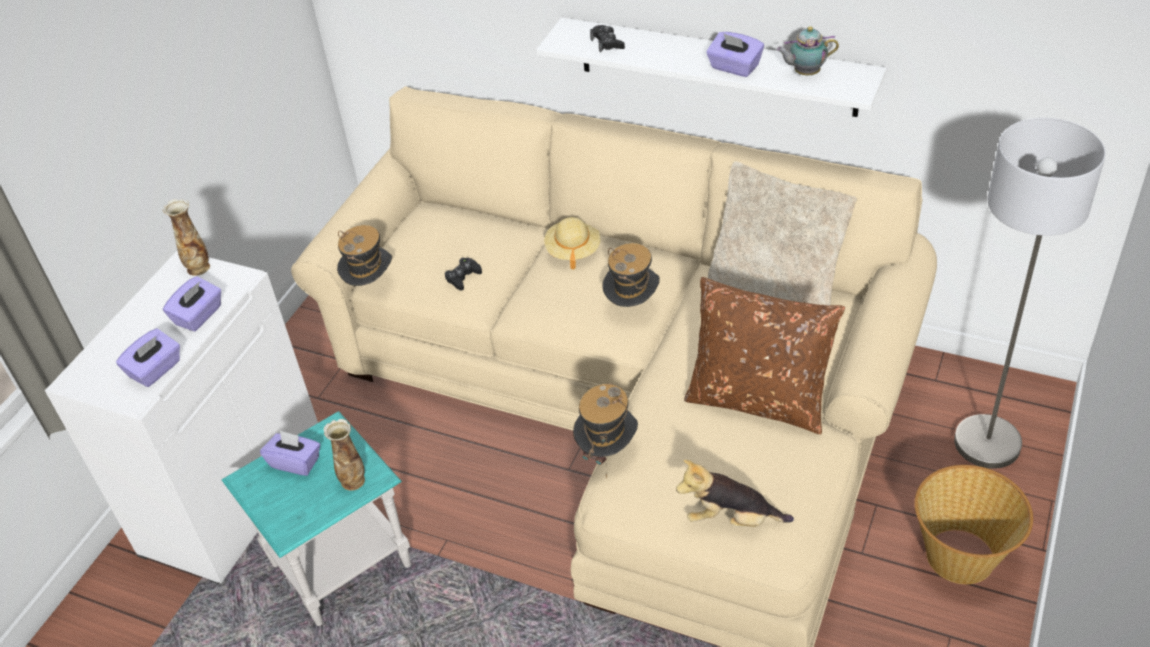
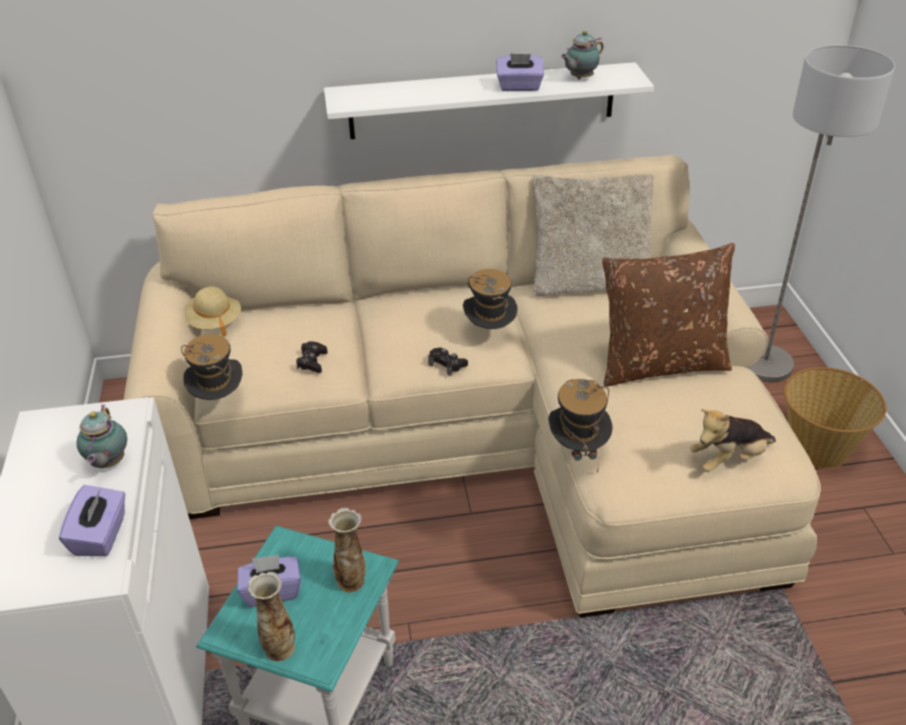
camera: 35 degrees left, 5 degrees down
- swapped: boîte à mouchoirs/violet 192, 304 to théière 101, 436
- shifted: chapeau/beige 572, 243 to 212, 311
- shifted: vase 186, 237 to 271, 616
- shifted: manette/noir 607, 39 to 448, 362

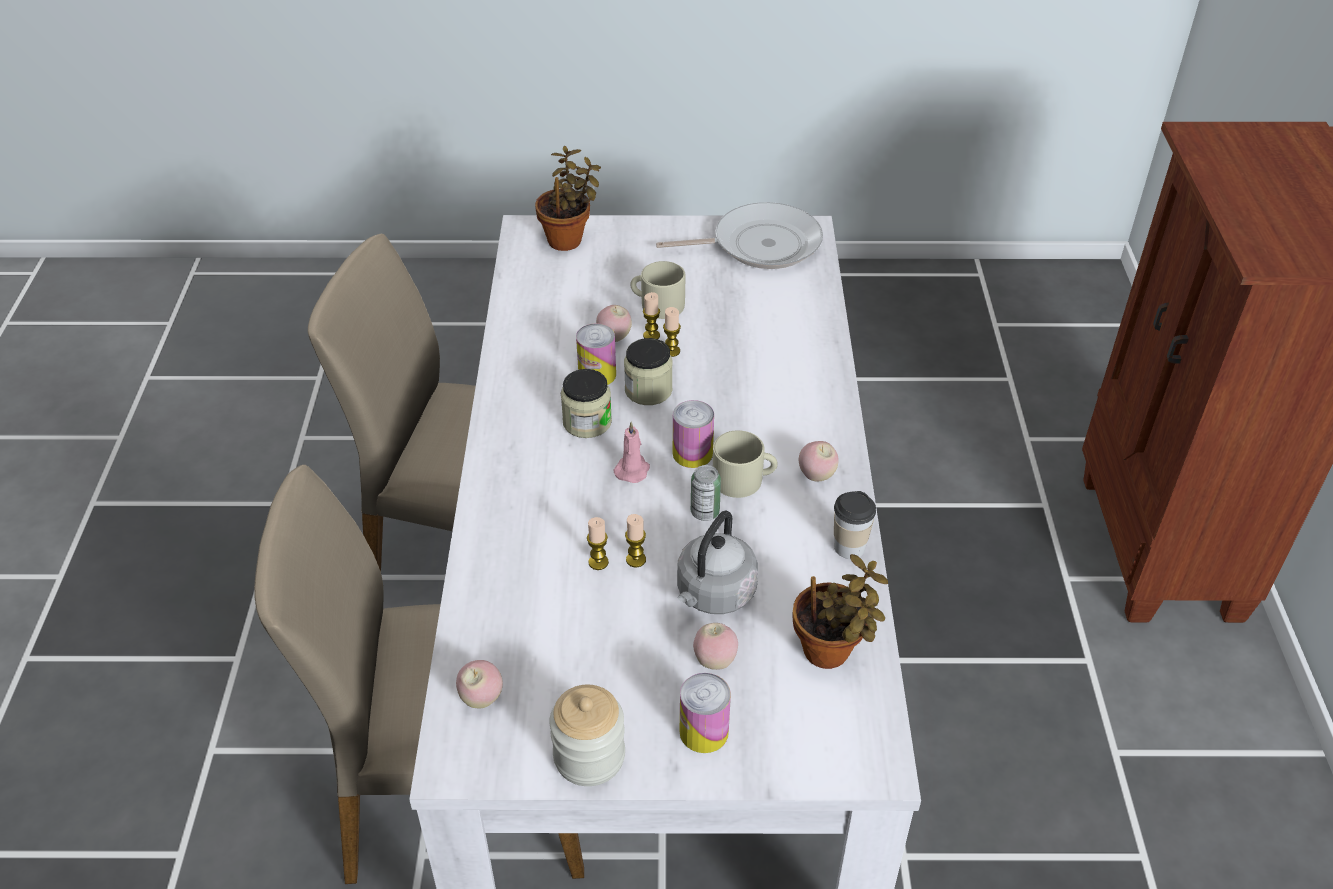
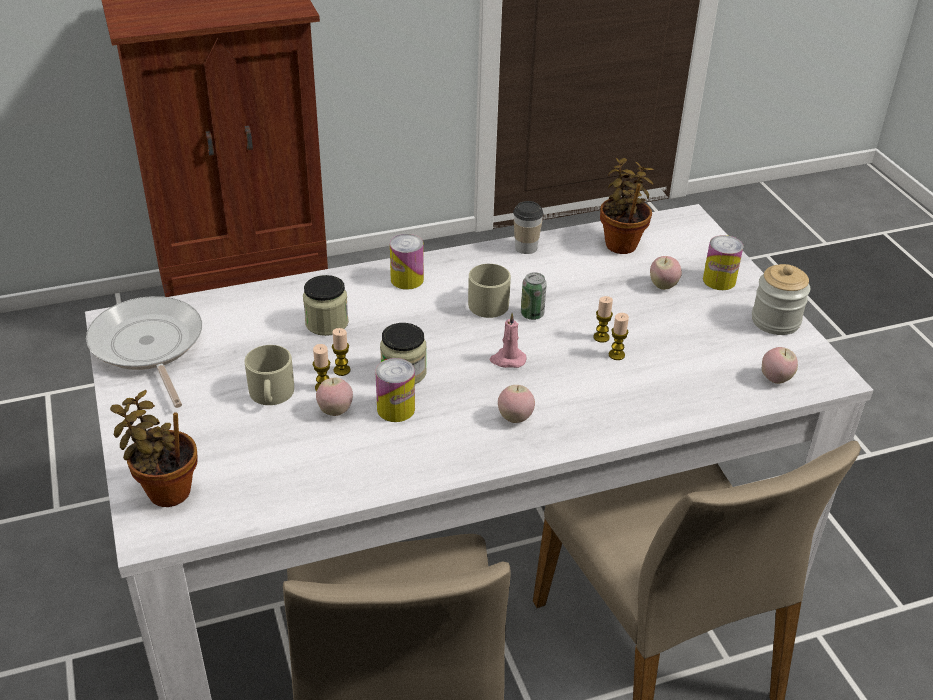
camera: 110 degrees left, 5 degrees down
- shifted: bocal 586, 403 to 326, 305
- shifted: boîte métallique 693, 434 to 407, 262
- shifted: pomme 819, 461 to 516, 404
- gone: bouilloire/gris 717, 562

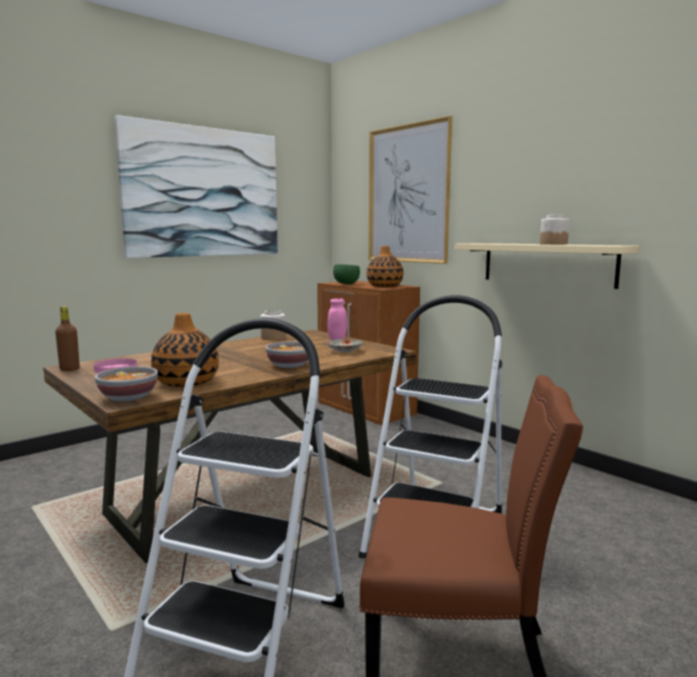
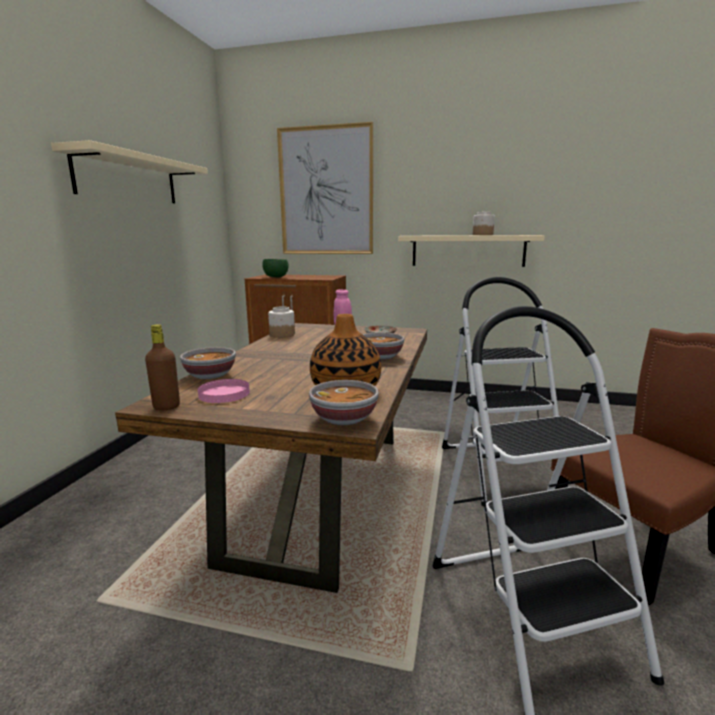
camera: 35 degrees left, 5 degrees up
- swapped: tableau 196, 186 to étagère/beige 129, 171
- new: bol 208, 363
- gone: vase 385, 266

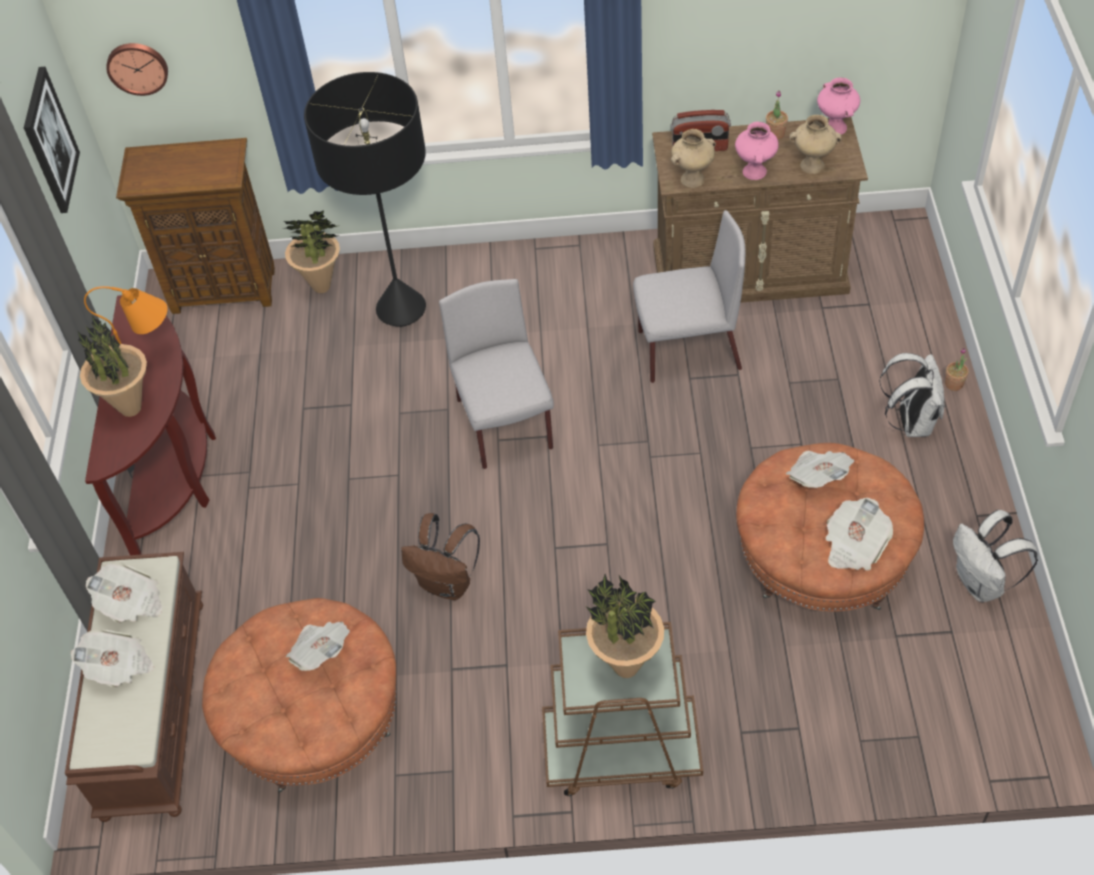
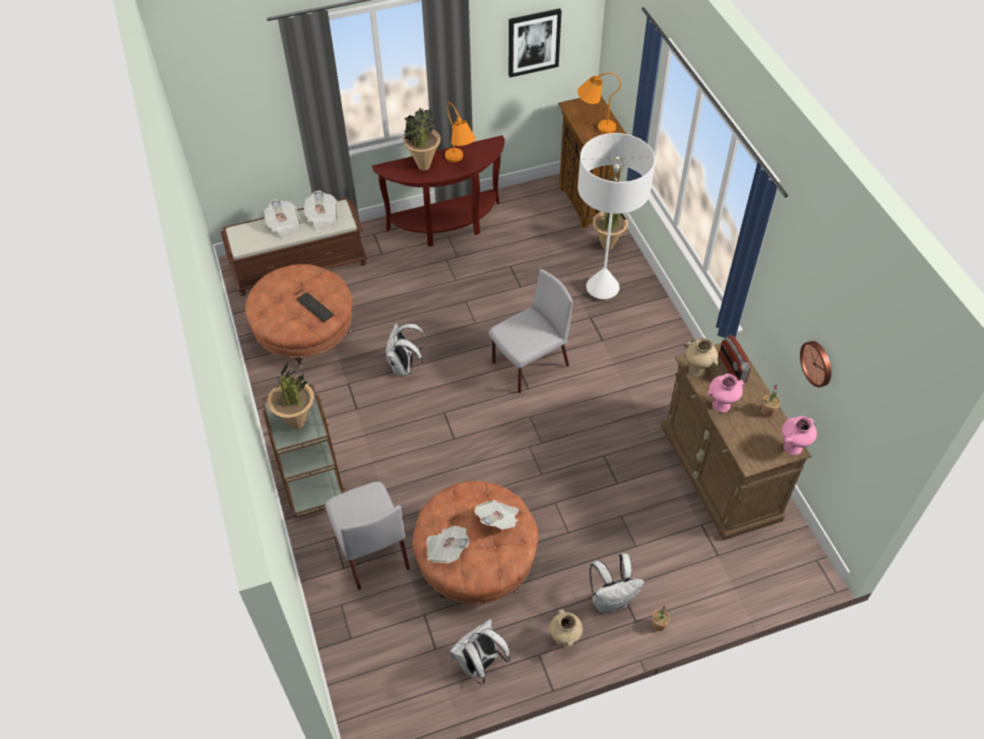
camera: 70 degrees right, 0 degrees up
- swapped: journal 318, 646 to clavier 314, 303
- shifted: chaise/gris 689, 296 to 367, 535
- repainted: sac à dos/marron 440, 556 to sac à dos/blanc 406, 349
- shifted: vase/beige 815, 144 to 566, 629
- new: lampe de table/orange 599, 103
- repainted: lampadaire/noir 365, 199 to lampadaire/blanc 616, 216
- shifted: horloge murale 137, 69 to 815, 364

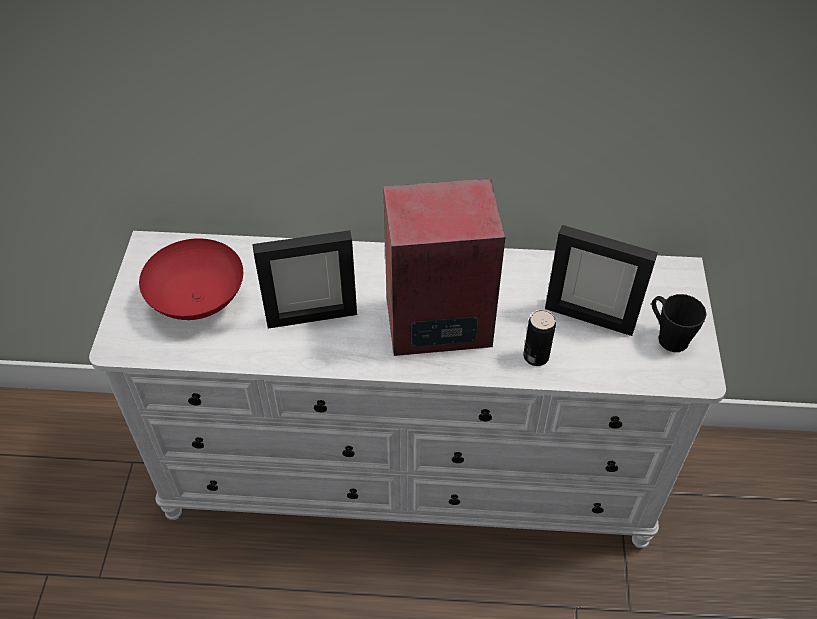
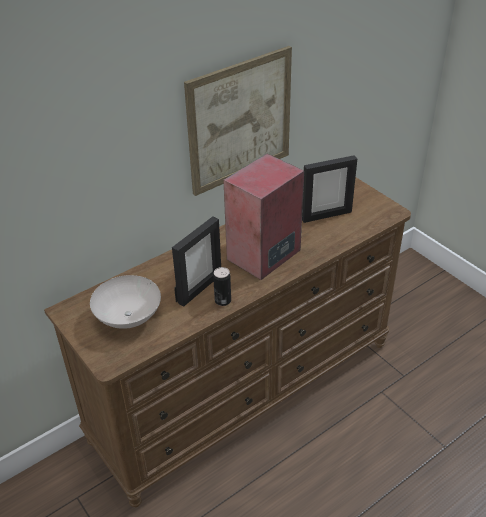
camera: 40 degrees left, 10 degrees down
- repainted: commode/blanc 407, 389 to commode/marron 227, 342
- repainted: bol/rouge 191, 279 to bol/blanc 125, 302
- new: tableau 238, 121
- shifted: boîte métallique 539, 338 to 222, 286
- gone: mug/noir 679, 323

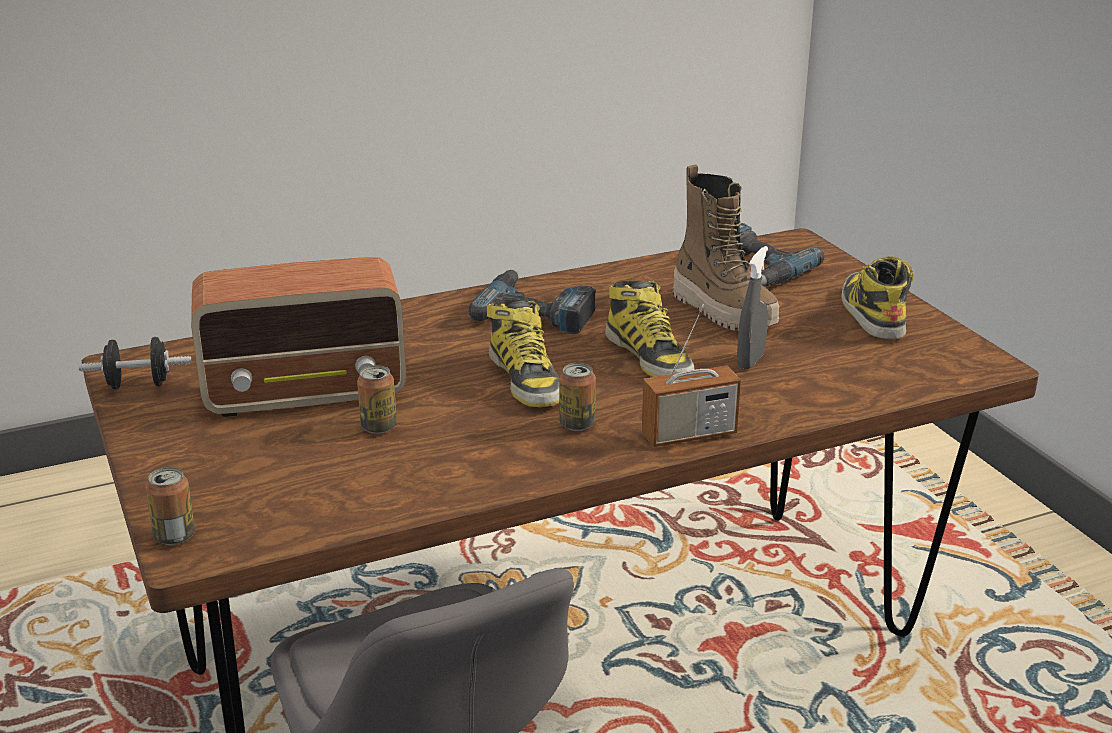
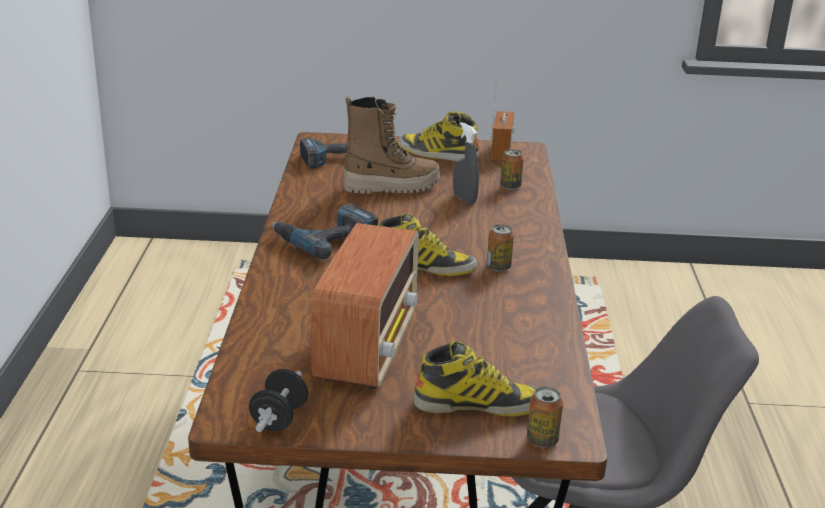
camera: 65 degrees left, 0 degrees up
- shifted: botte 650, 329 to 476, 379
- shifted: radio 691, 375 to 503, 120
- shifted: boîte métallique 377, 399 to 512, 169

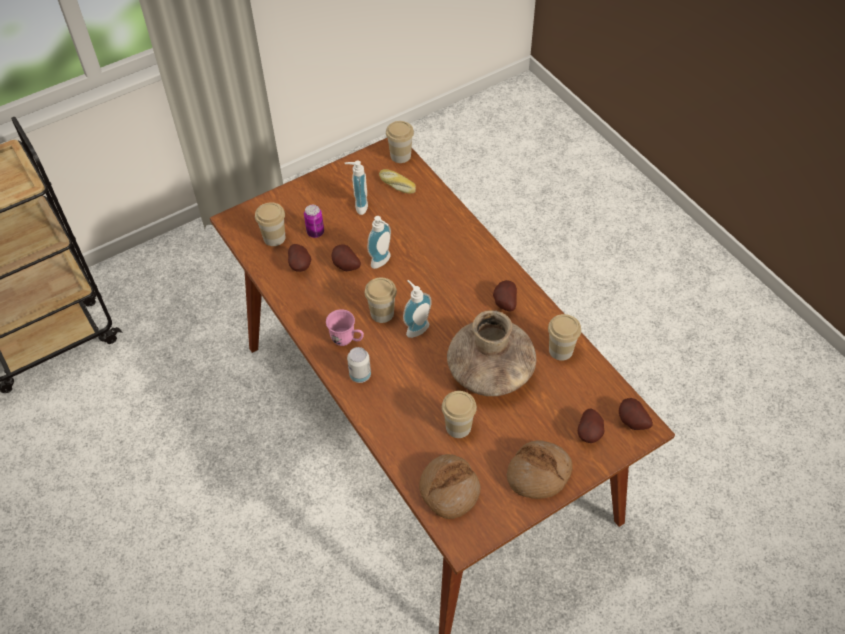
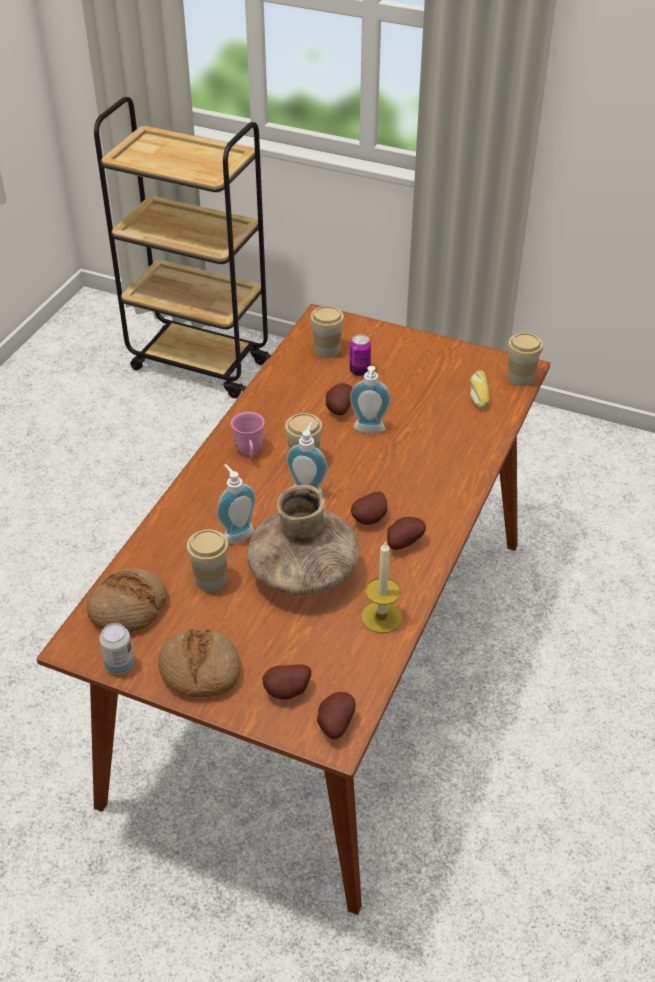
camera: 55 degrees right, 10 degrees down
- shifted: boîte métallique 359, 365 to 116, 648
- shifted: distributeur de savon 356, 188 to 236, 504
- shifted: pomme de terre 299, 258 to 369, 508
- swapped: tasse 564, 337 to bougie 381, 586

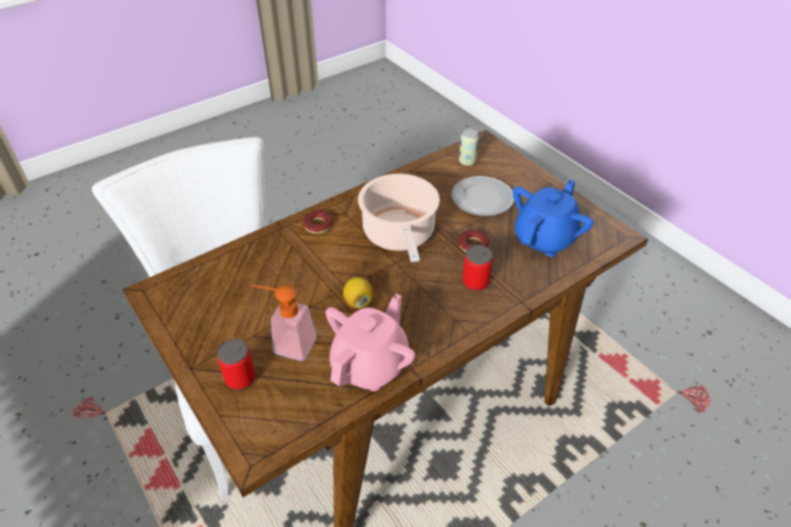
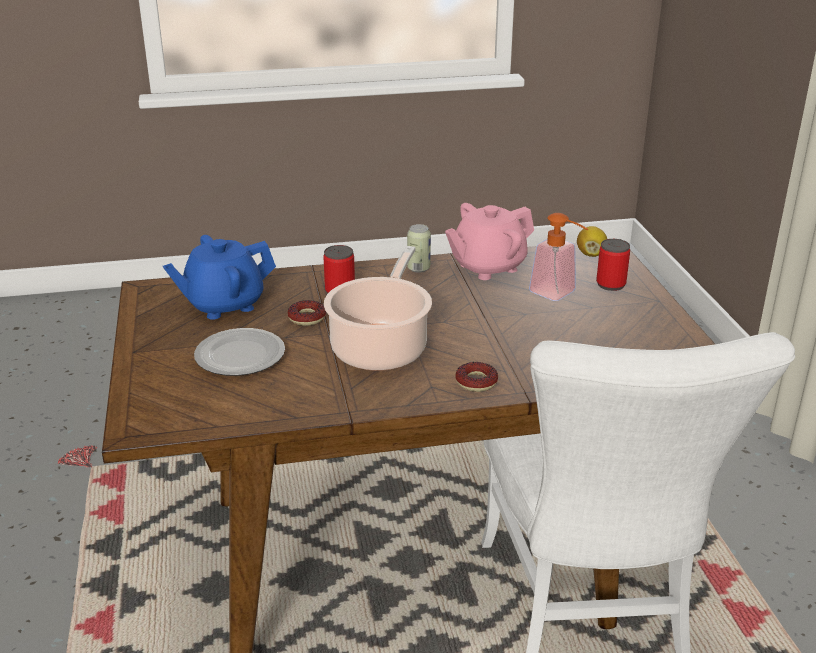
camera: 155 degrees left, 15 degrees down
- shifted: boîte métallique 469, 147 to 419, 248
- shifted: citron 358, 292 to 592, 241

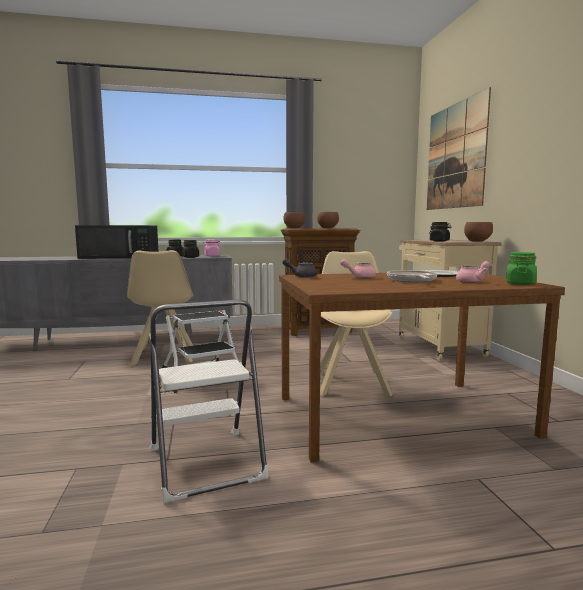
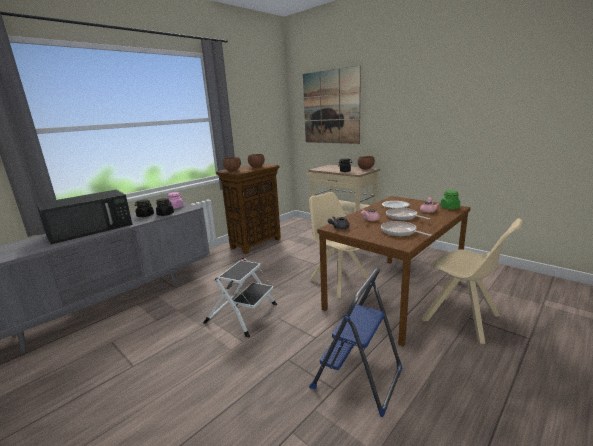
camera: 35 degrees left, 10 degrees up
- repainted: escabeau/blanc 209, 401 to escabeau/bleu 355, 342
- new: poêle 406, 228
- shifted: chaise/beige 160, 308 to 471, 281

